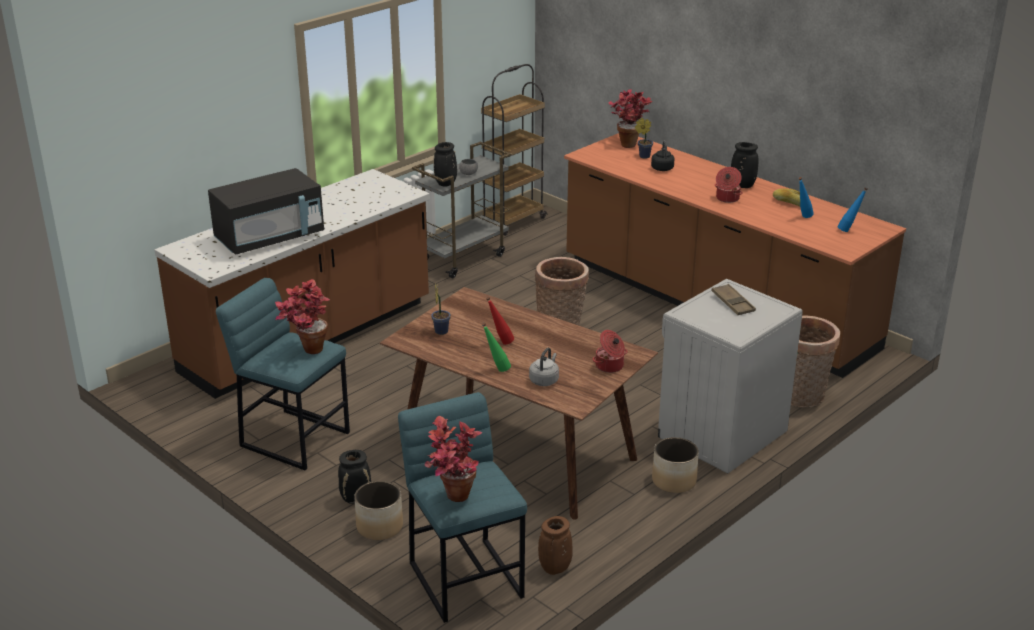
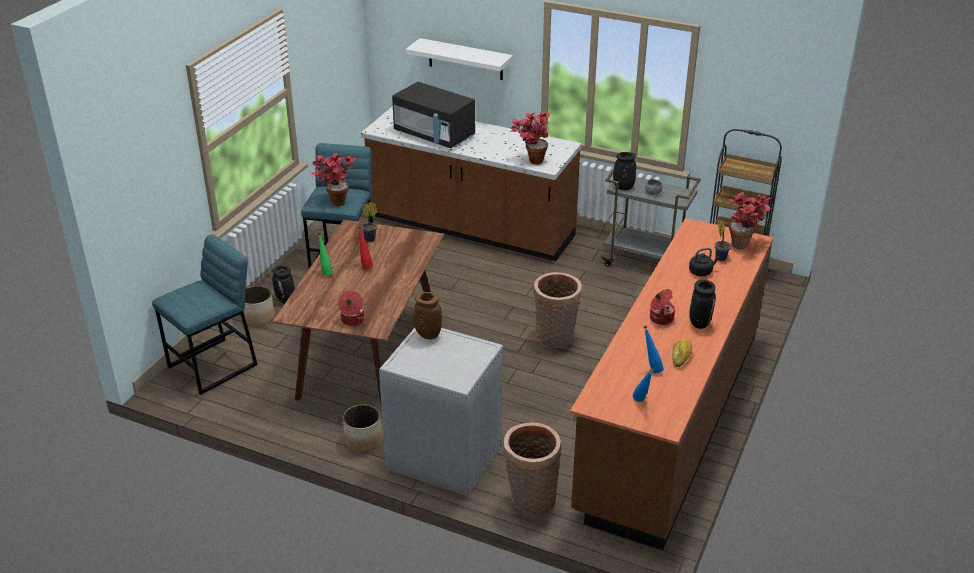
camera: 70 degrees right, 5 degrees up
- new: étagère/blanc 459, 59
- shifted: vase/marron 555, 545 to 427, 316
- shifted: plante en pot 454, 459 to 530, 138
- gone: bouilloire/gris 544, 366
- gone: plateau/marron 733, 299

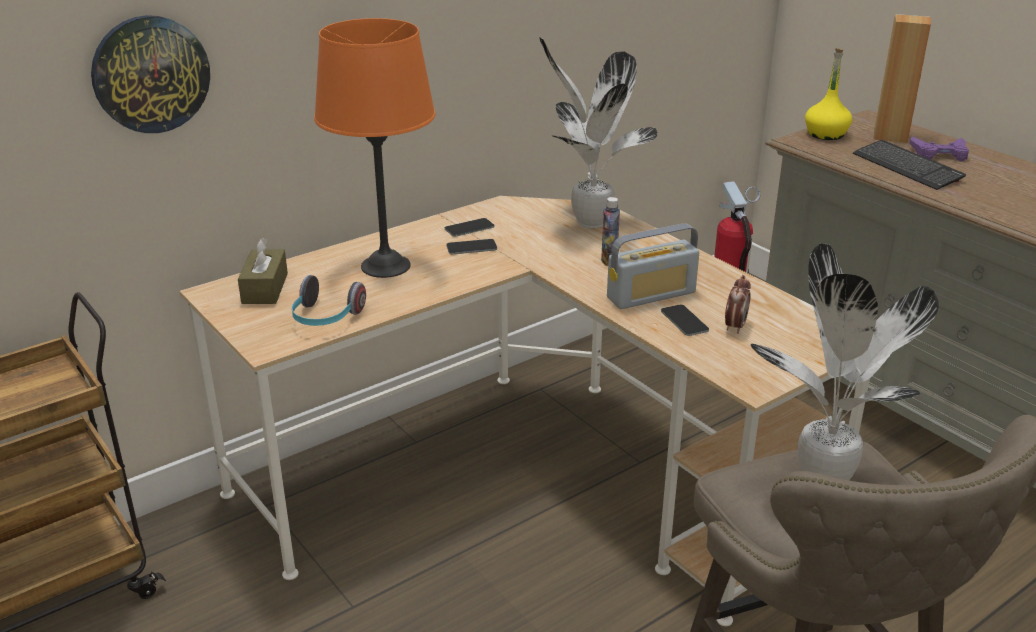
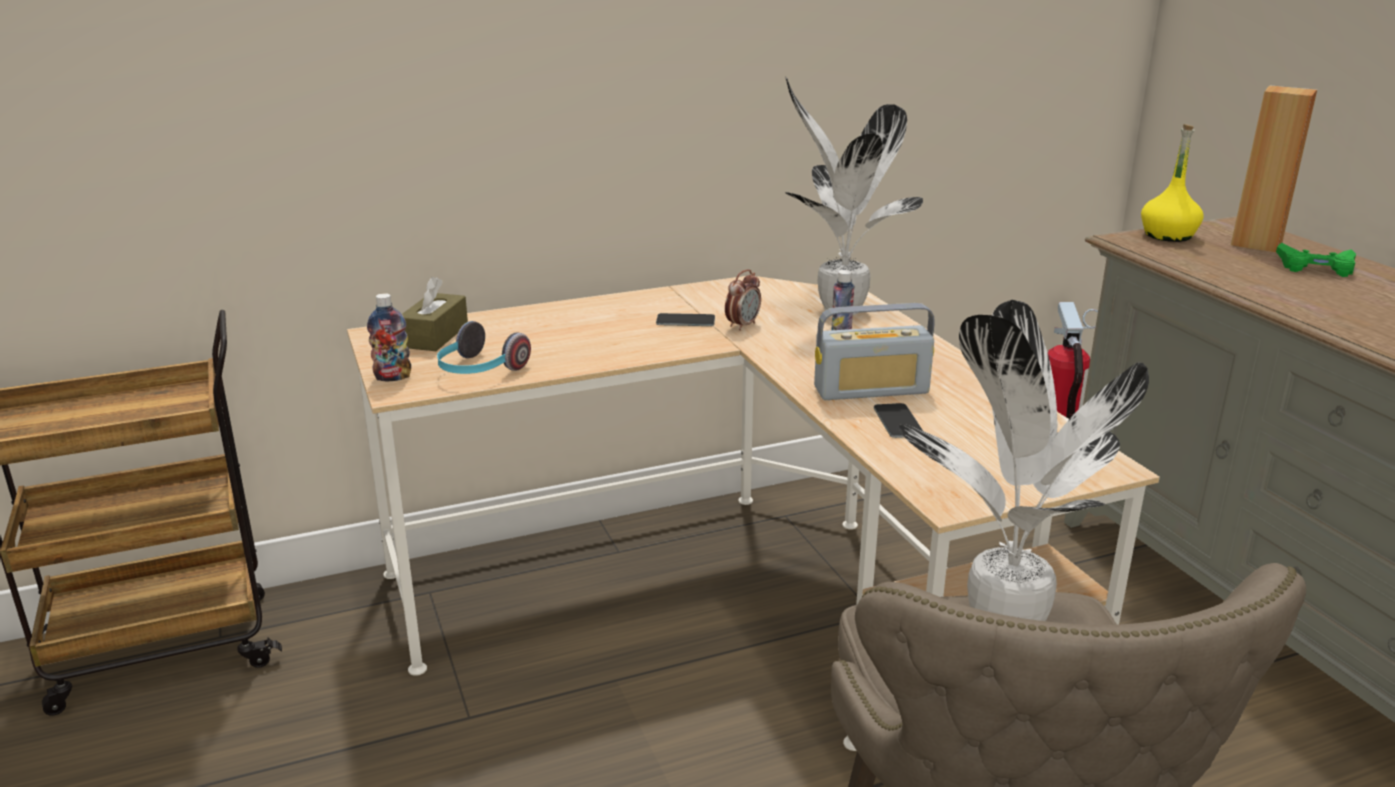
camera: 15 degrees right, 5 degrees down
- new: bouteille 389, 337
- shifted: réveil 738, 304 to 743, 300
- repainted: manette/violet 939, 148 to manette/vert 1316, 260
- gone: horloge murale 150, 74
- gone: lampe de table/orange 374, 148
- gone: téléphone 469, 227
- gone: clavier 909, 165

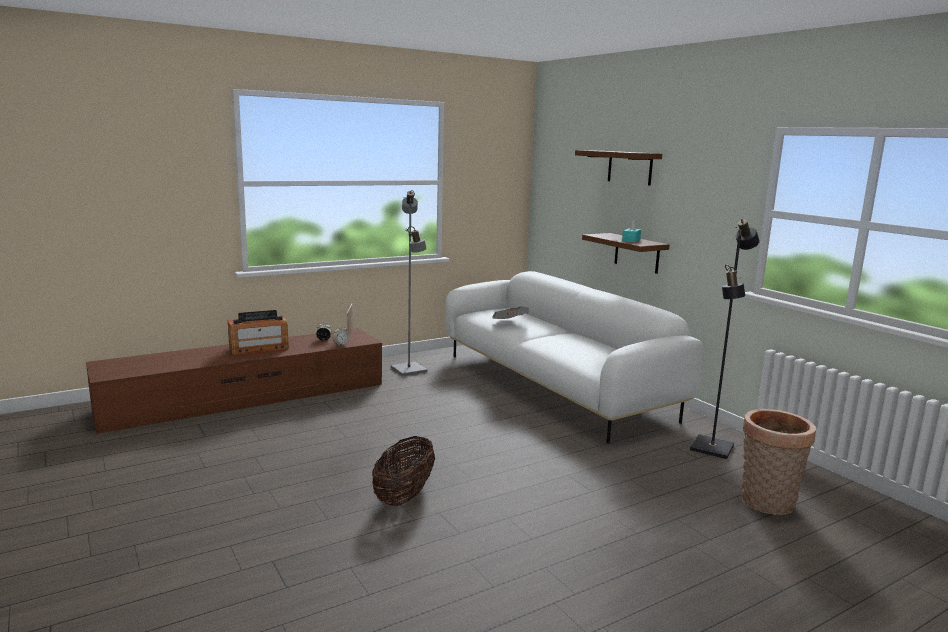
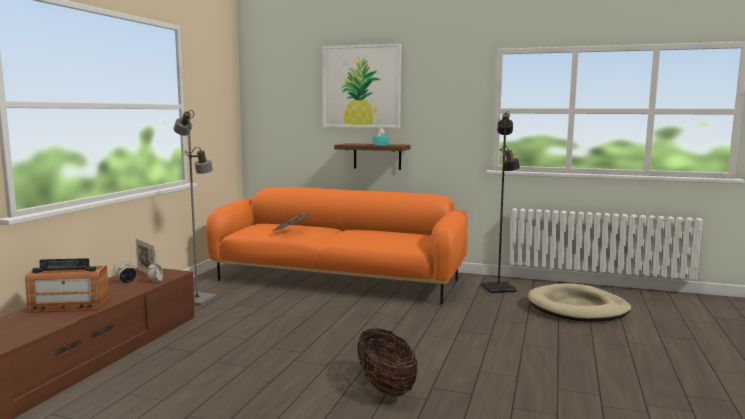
camera: 40 degrees left, 5 degrees down
- rotated: radio 258, 333 = 67, 285 60 degrees clockwise
- repainted: canapé/blanc 574, 357 to canapé/orange 337, 246
- swapped: étagère/marron 618, 168 to tableau 362, 86
- swapped: panier 778, 462 to panier pour chien/beige 579, 302

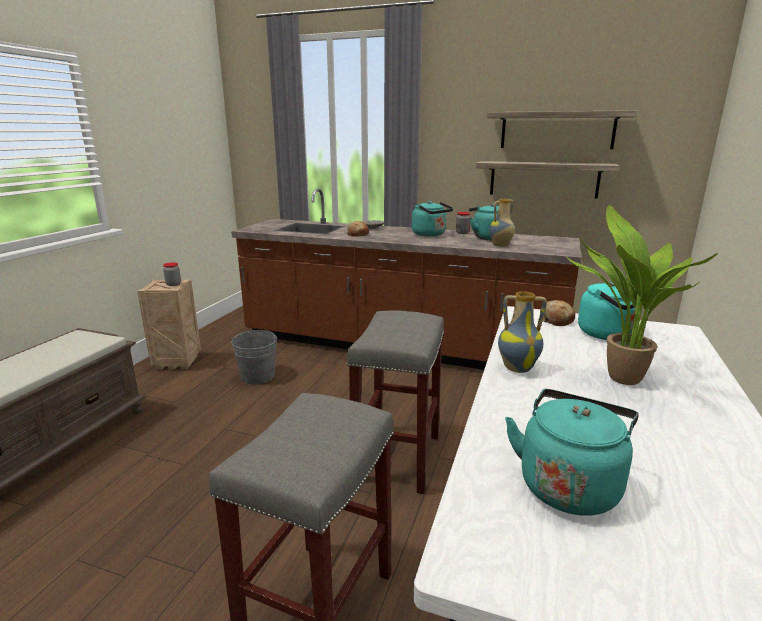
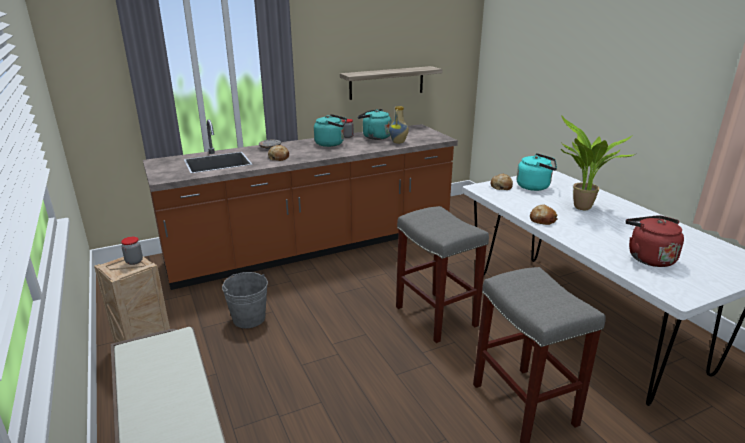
camera: 45 degrees left, 5 degrees up
- swapped: vase 522, 332 to pain 544, 214
- repainted: bouilloire/turquoise 572, 452 to bouilloire/rouge 655, 241
- gone: étagère 562, 129

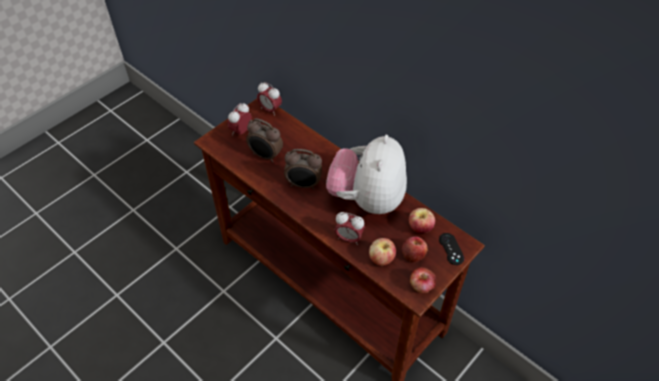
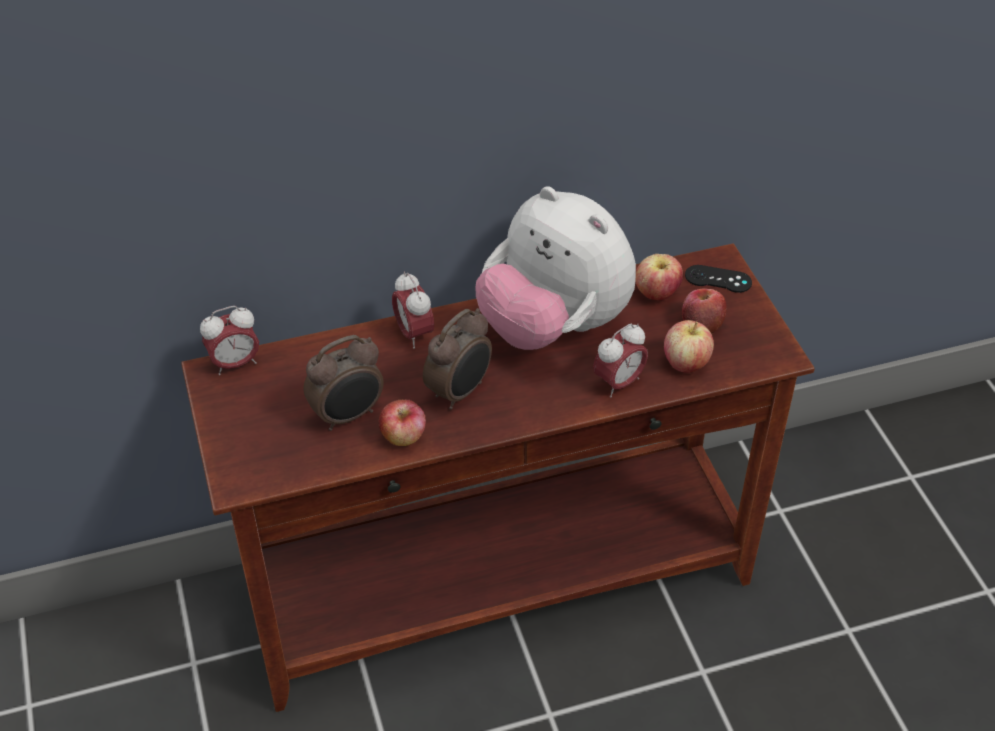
camera: 60 degrees left, 5 degrees down
- shifted: pomme 423, 280 to 402, 423
- shifted: réveil 239, 119 to 413, 310

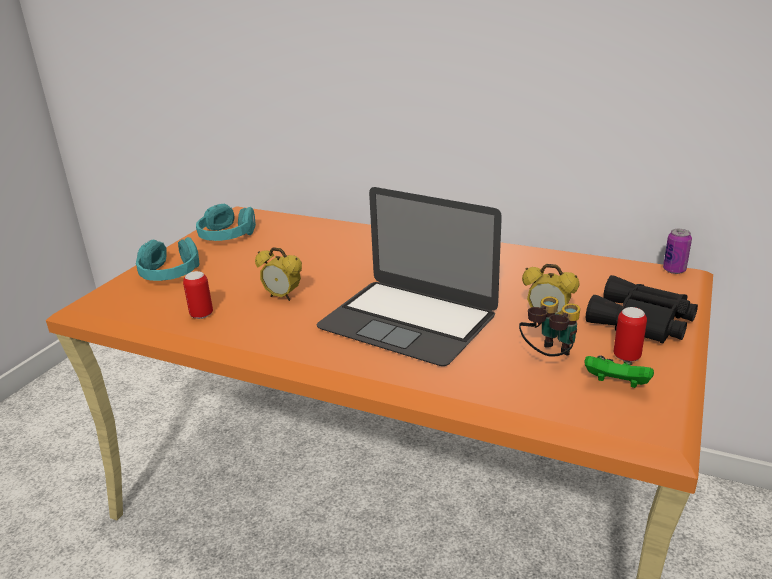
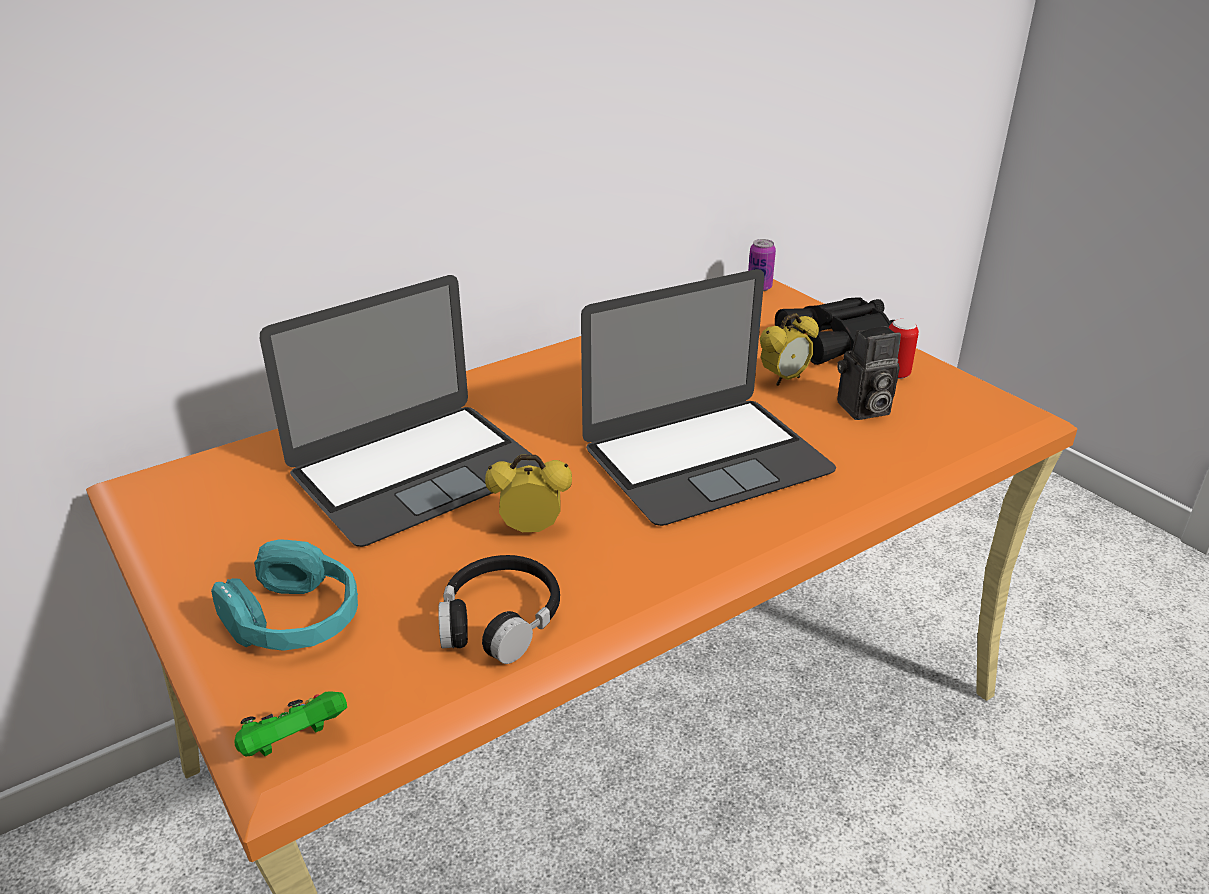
camera: 60 degrees left, 5 degrees up
- shifted: manette/vert 619, 371 to 290, 723
- new: ordinateur portable 400, 411
- swapped: boîte métallique 198, 295 to casque audio/noir 499, 609
- rotated: réveil 278, 274 = 528, 493 150 degrees counterclockwise
- swapped: jumelles 549, 326 to appareil photo 869, 373
- gone: casque audio/turquoise 226, 222

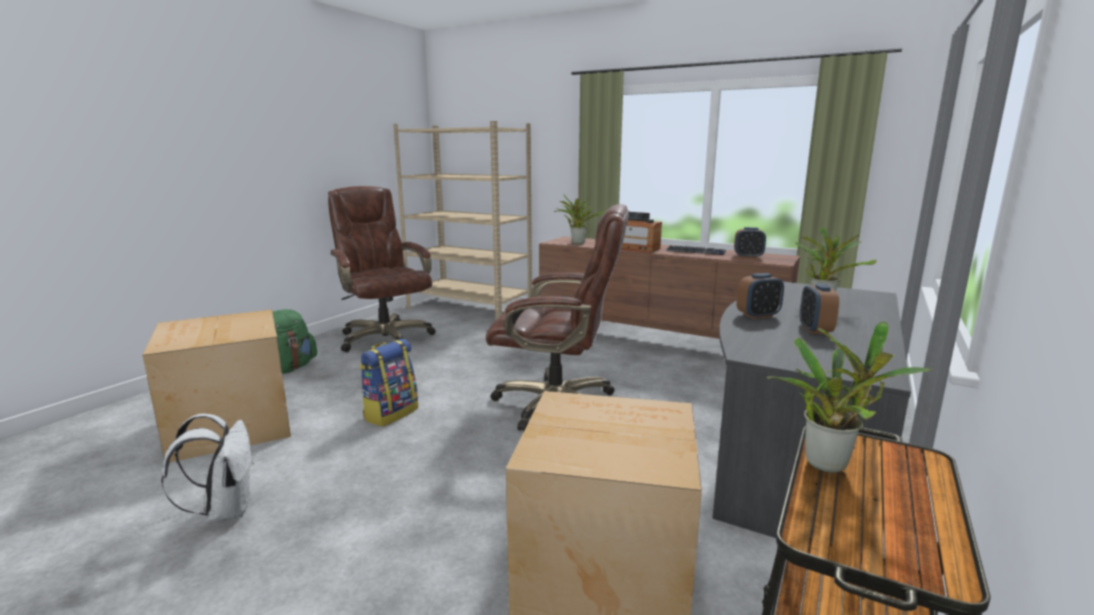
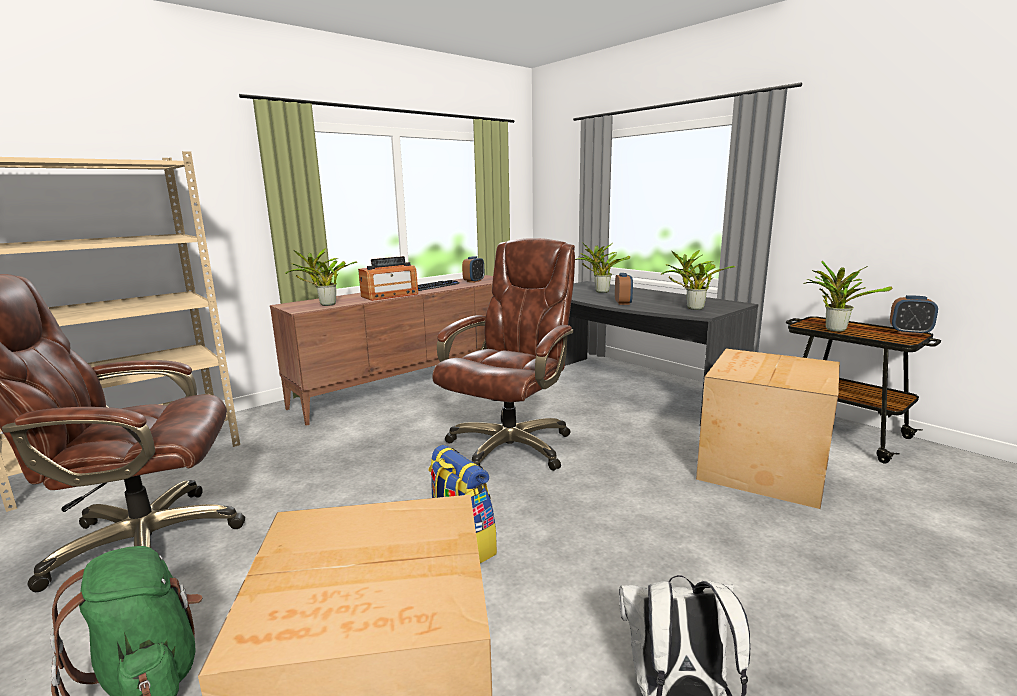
camera: 70 degrees left, 0 degrees up
- new: plante en pot 698, 280
- shifted: réveil 819, 308 to 914, 315

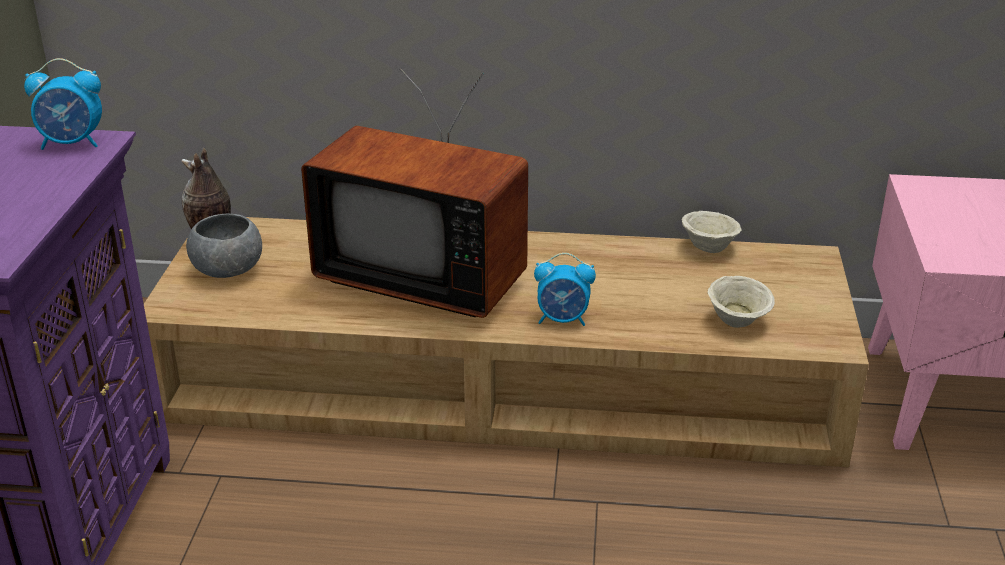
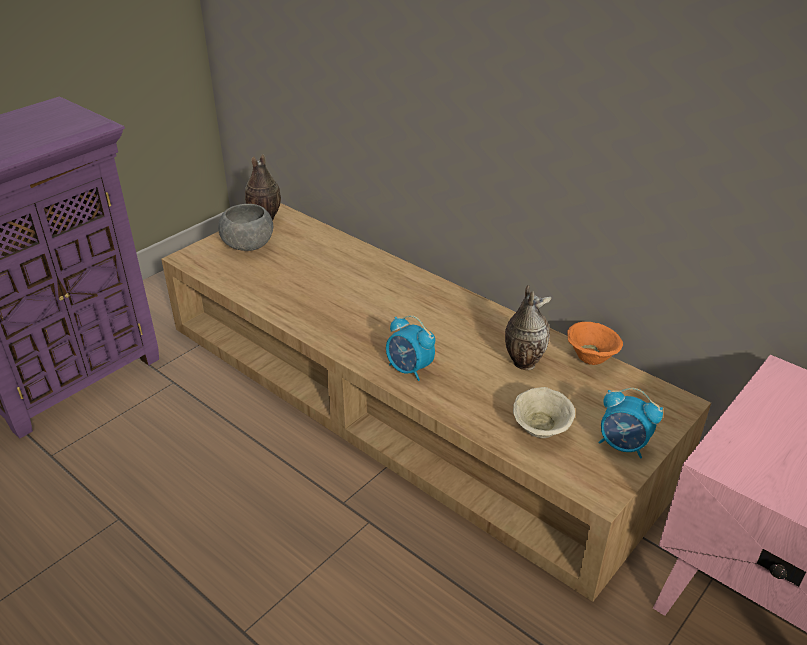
camera: 35 degrees right, 5 degrees up
- new: vase 528, 327
- repainted: bol/beige 712, 232 to bol/orange 595, 343
- shifted: réveil 63, 104 to 631, 423
- gone: téléviseur 414, 193

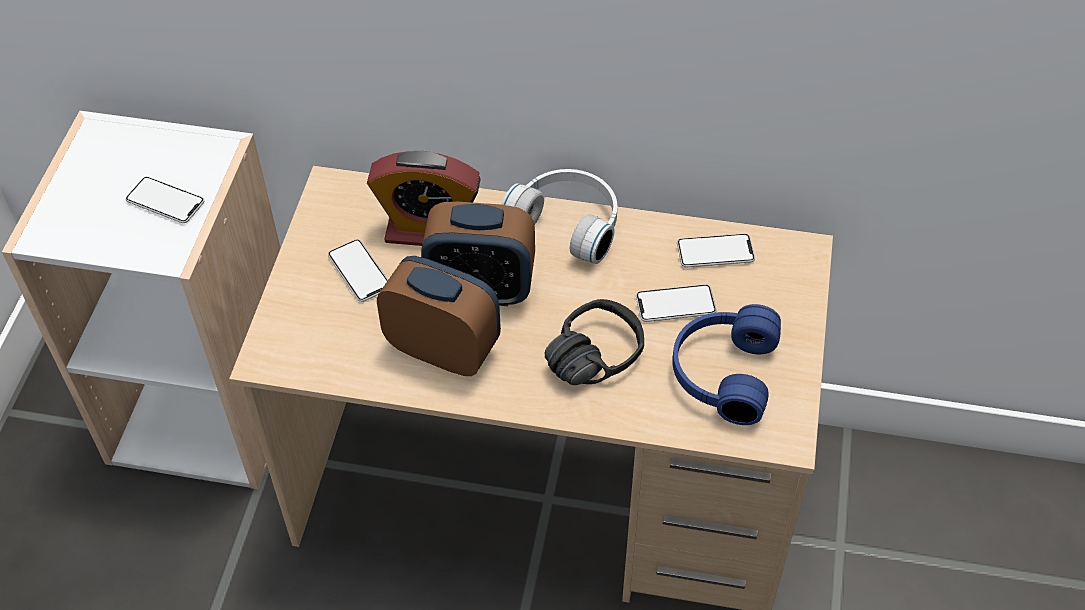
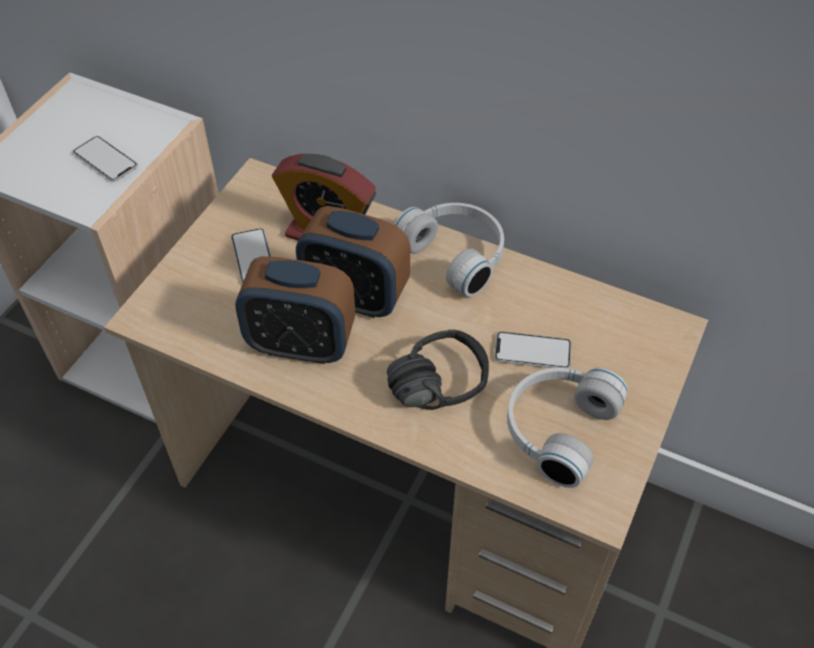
camera: 15 degrees right, 0 degrees up
- rotated: réveil 439, 316 = 295, 310 150 degrees clockwise
- repainted: casque audio/bleu 726, 364 to casque audio/blanc 567, 428
- gone: téléphone 716, 250

